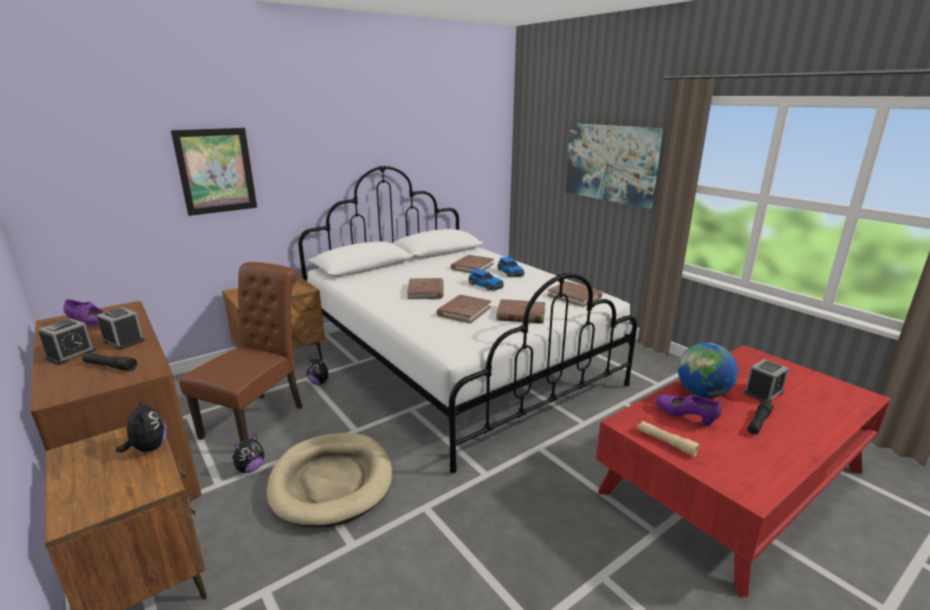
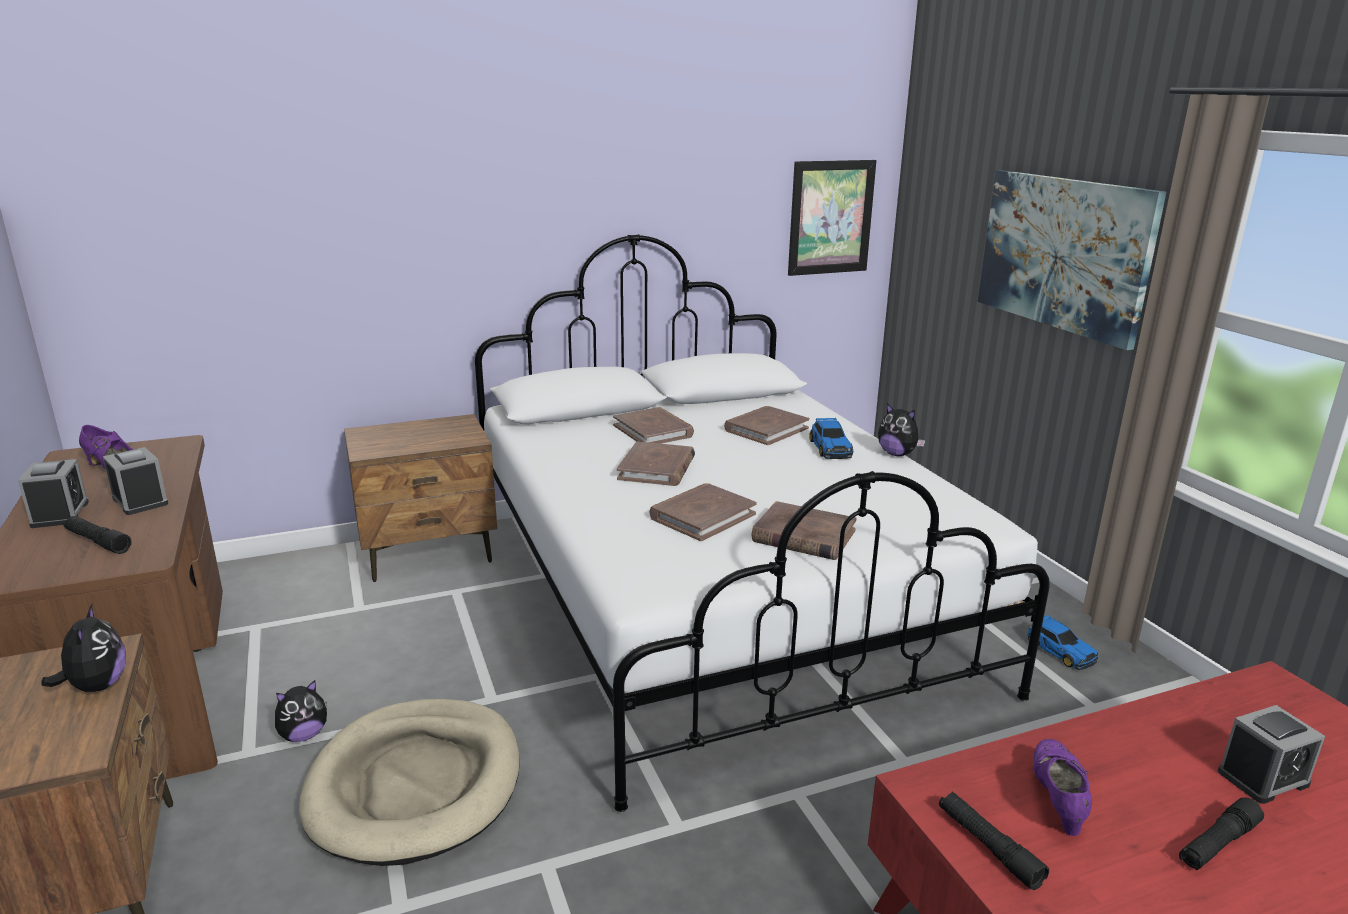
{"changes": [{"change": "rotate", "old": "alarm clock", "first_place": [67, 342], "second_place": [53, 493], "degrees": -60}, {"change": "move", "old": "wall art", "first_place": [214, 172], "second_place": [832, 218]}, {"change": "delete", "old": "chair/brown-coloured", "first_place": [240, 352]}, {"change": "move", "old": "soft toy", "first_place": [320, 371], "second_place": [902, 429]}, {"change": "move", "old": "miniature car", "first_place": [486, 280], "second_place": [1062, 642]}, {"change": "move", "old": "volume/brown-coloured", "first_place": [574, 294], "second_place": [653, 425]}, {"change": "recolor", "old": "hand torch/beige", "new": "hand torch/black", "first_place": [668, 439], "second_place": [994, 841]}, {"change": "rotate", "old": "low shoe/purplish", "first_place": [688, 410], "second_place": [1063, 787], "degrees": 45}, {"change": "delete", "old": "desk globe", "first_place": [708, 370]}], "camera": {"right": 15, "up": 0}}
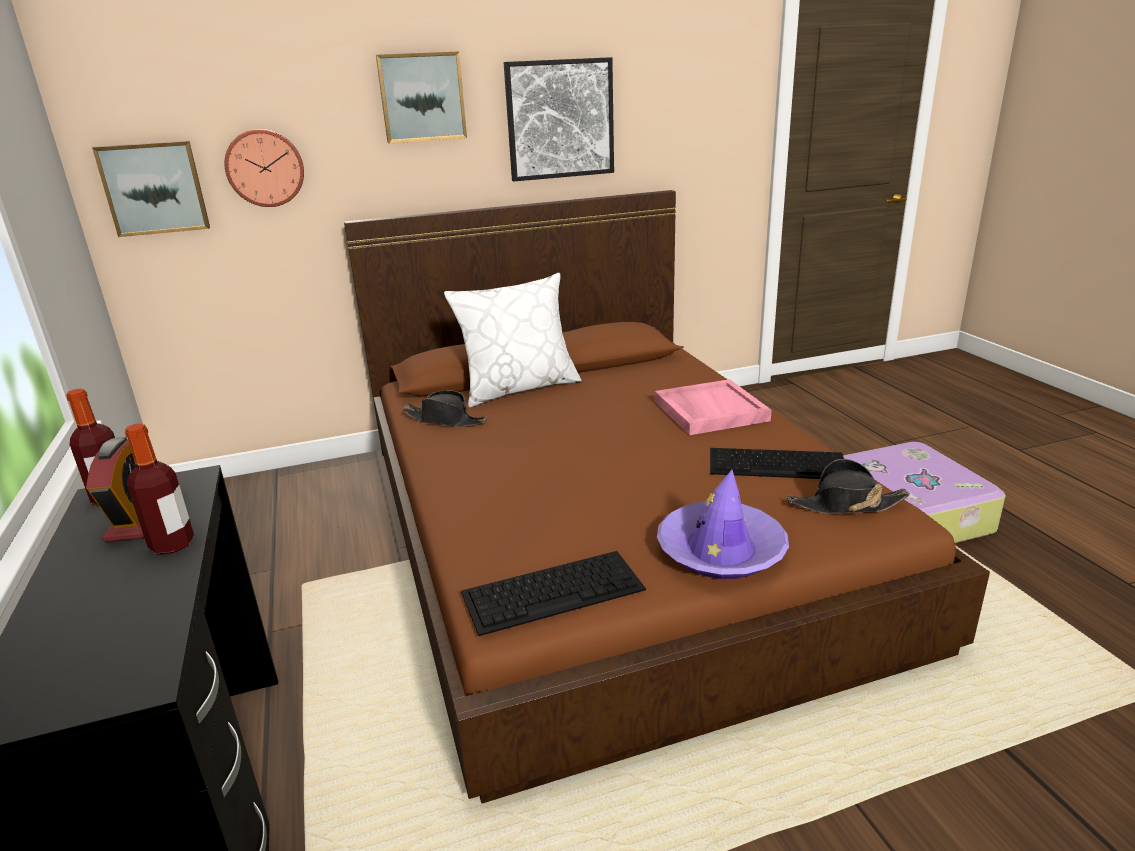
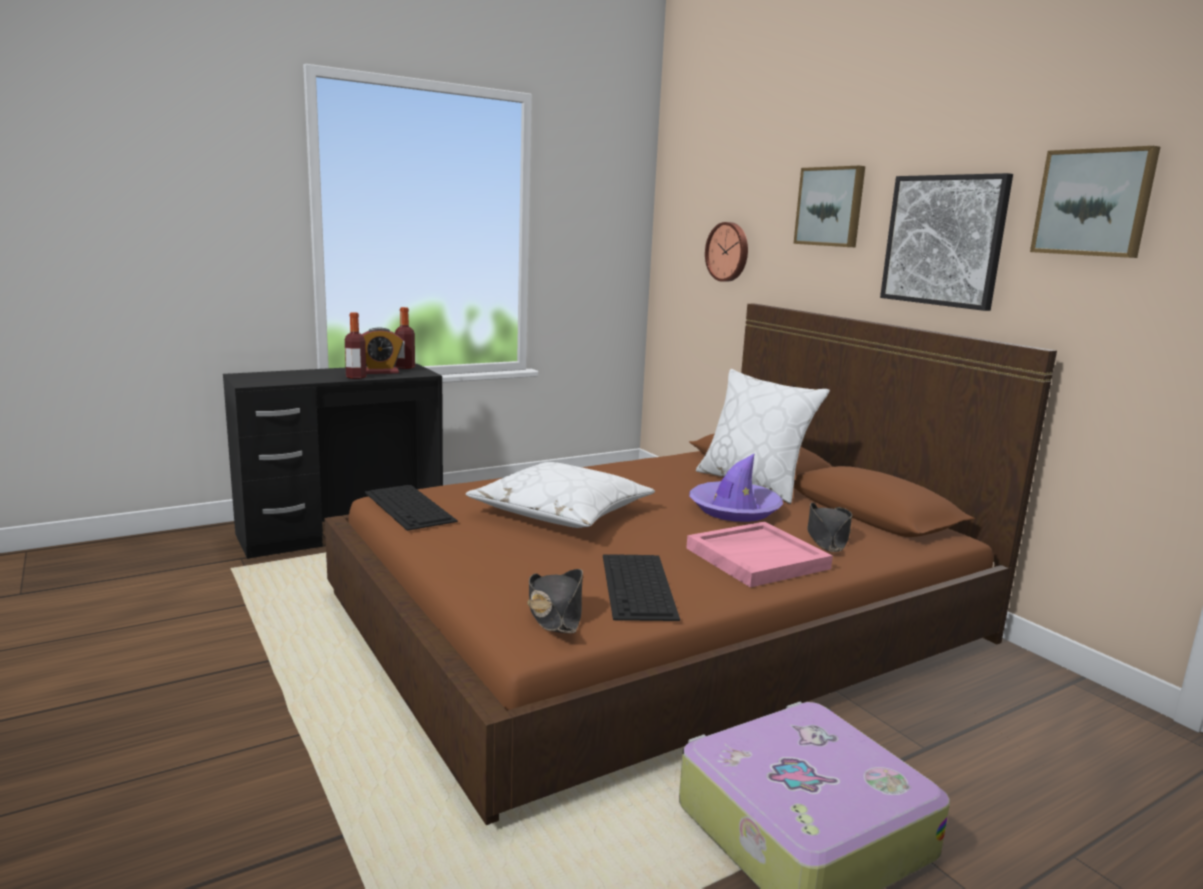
{"changes": [{"change": "move", "old": "wall art", "first_place": [151, 189], "second_place": [1095, 202]}, {"change": "move", "old": "clothing hat/black", "first_place": [444, 408], "second_place": [829, 527]}, {"change": "move", "old": "clothing hat/purplish", "first_place": [723, 524], "second_place": [736, 488]}, {"change": "insert", "new": "cushion/white", "second_place": [560, 495]}], "camera": {"right": 75, "up": -10}}
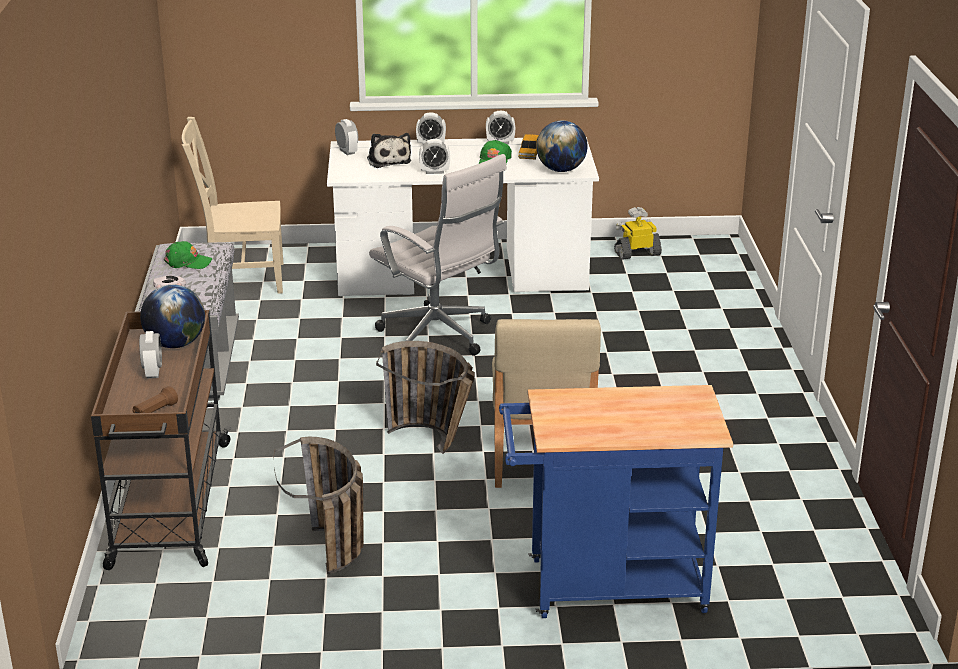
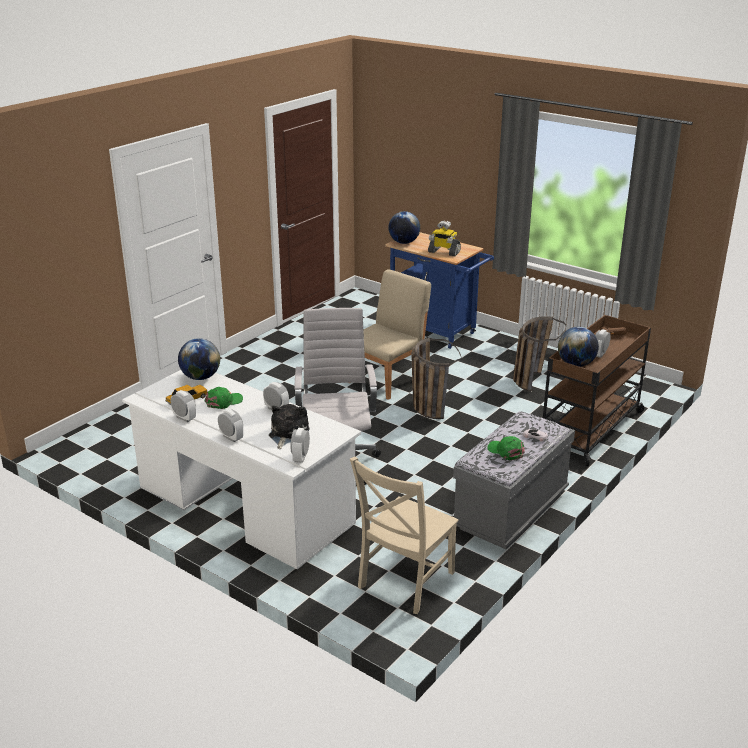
{"changes": [{"change": "rotate", "old": "chair/beige", "first_place": [232, 205], "second_place": [404, 535], "degrees": 90}, {"change": "move", "old": "toy robot", "first_place": [638, 233], "second_place": [444, 238]}, {"change": "insert", "new": "desk globe", "second_place": [404, 227]}], "camera": {"right": -140, "up": 0}}
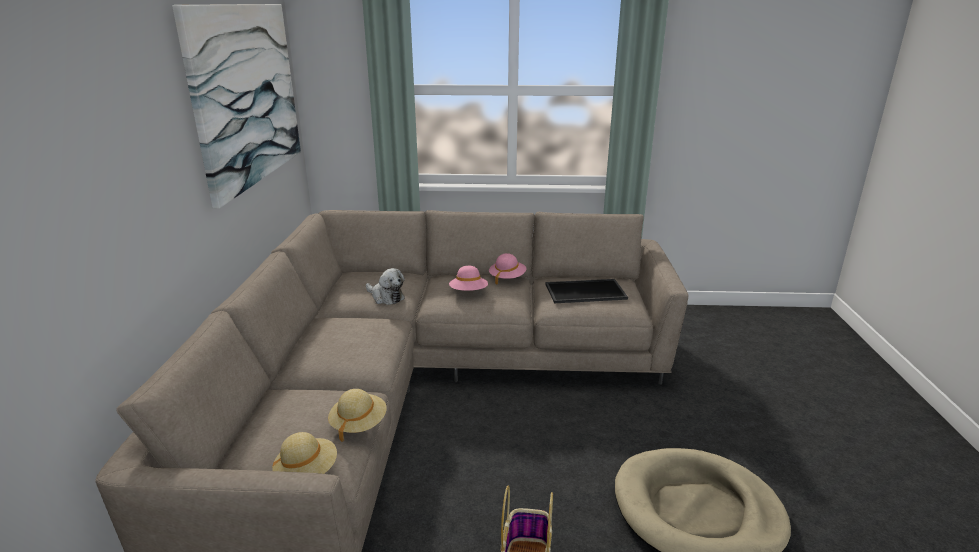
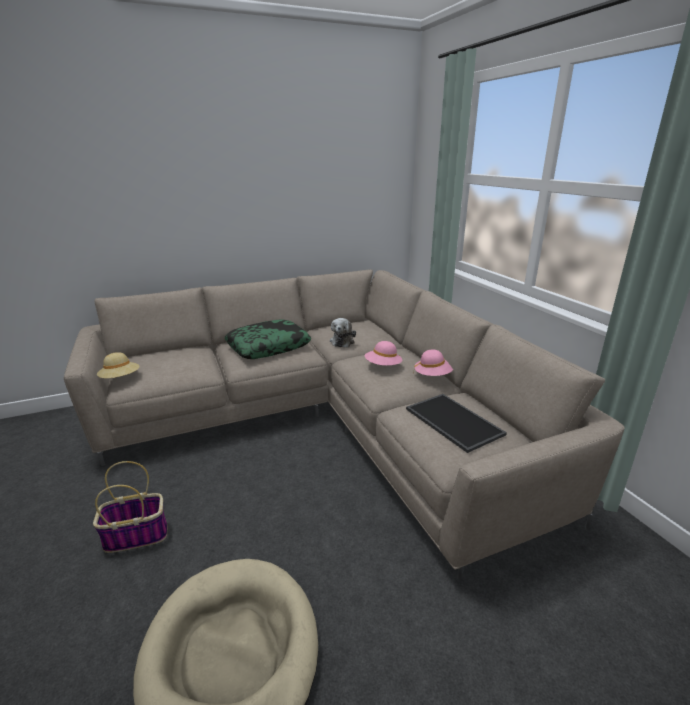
{"changes": [{"change": "delete", "old": "wall art", "first_place": [236, 106]}, {"change": "delete", "old": "clothing hat/beige", "first_place": [357, 415]}, {"change": "insert", "new": "cushion", "second_place": [268, 339]}], "camera": {"right": 65, "up": 0}}
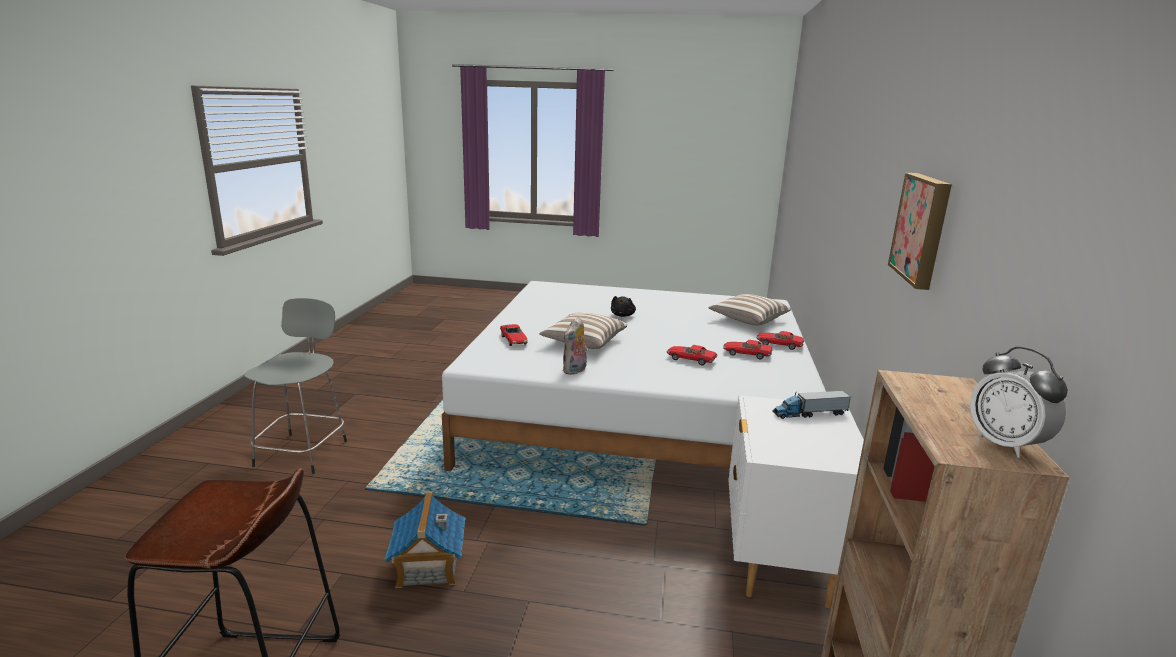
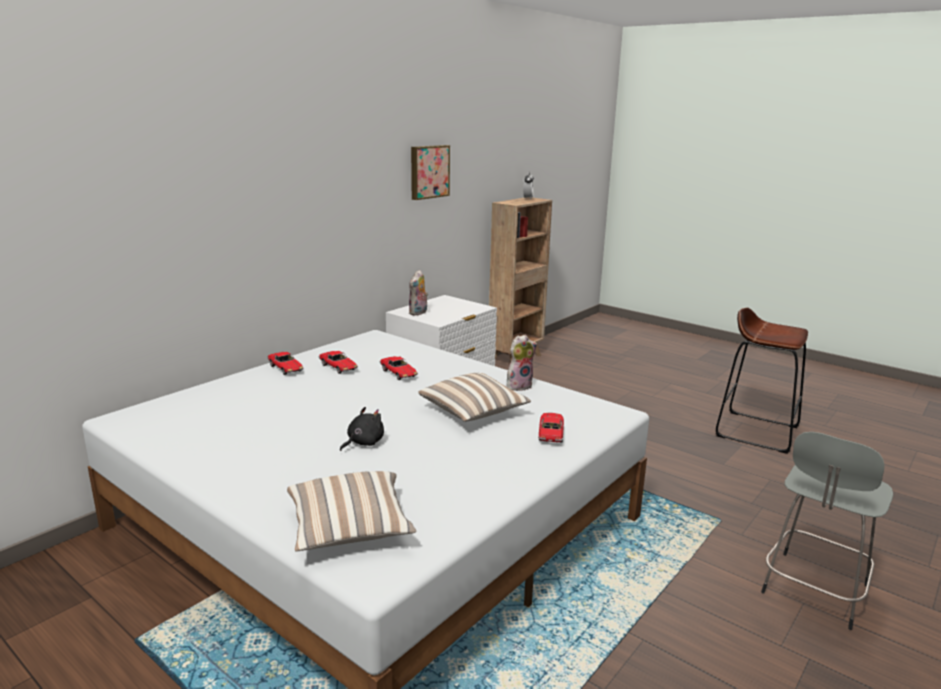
{"changes": [{"change": "delete", "old": "model house", "first_place": [425, 539]}, {"change": "move", "old": "cushion", "first_place": [749, 309], "second_place": [351, 511]}, {"change": "replace", "old": "toy truck", "new": "soft toy", "first_place": [811, 405], "second_place": [418, 293]}], "camera": {"right": -150, "up": 0}}
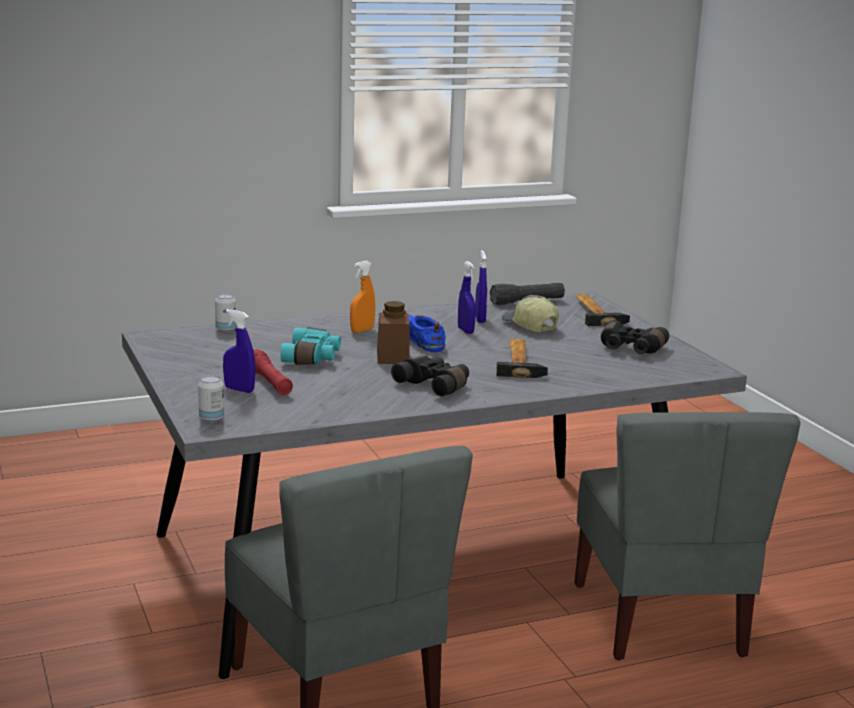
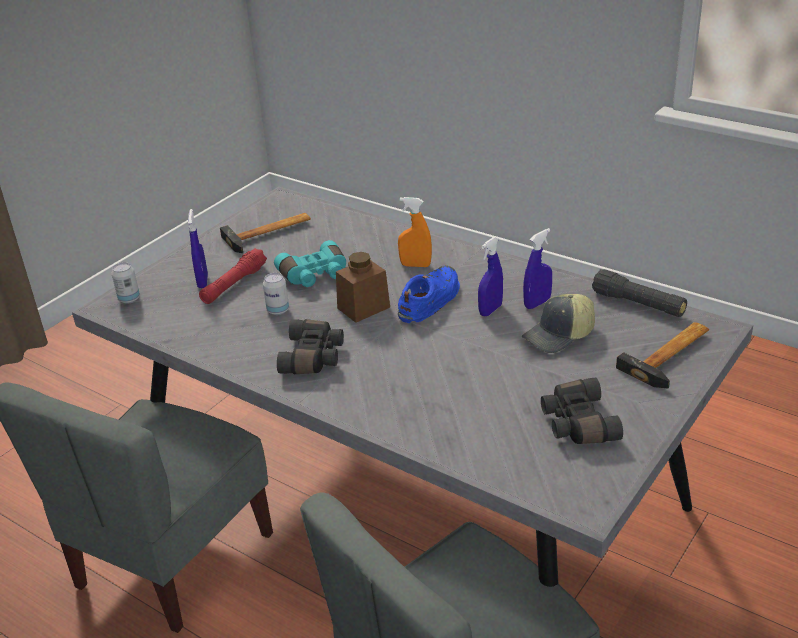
{"changes": [{"change": "move", "old": "can", "first_place": [225, 312], "second_place": [276, 294]}, {"change": "move", "old": "tool hammer", "first_place": [522, 358], "second_place": [265, 233]}, {"change": "rotate", "old": "cap", "first_place": [530, 313], "second_place": [558, 323], "degrees": -150}], "camera": {"right": 60, "up": 15}}
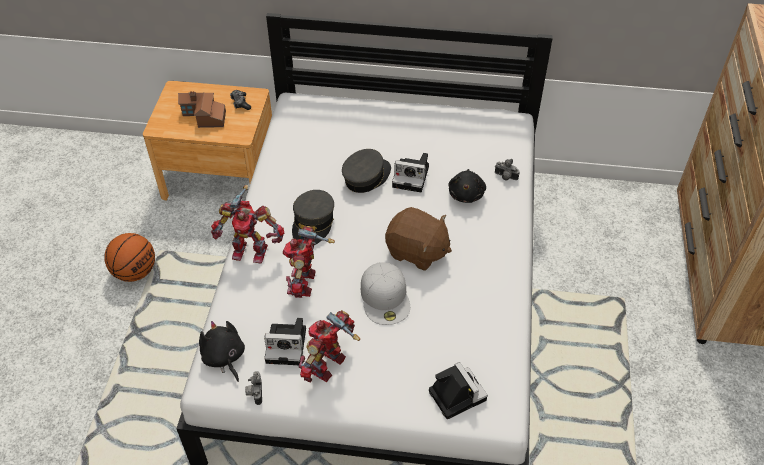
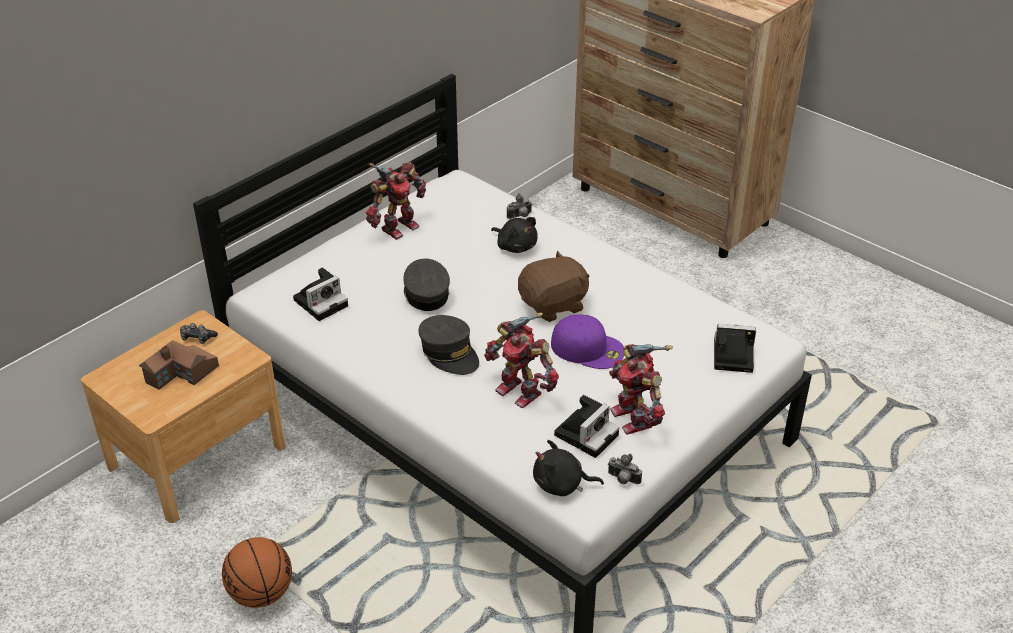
{"changes": [{"change": "move", "old": "toy robot", "first_place": [247, 224], "second_place": [396, 201]}, {"change": "recolor", "old": "cap/white", "new": "cap/purplish", "first_place": [385, 293], "second_place": [587, 341]}, {"change": "move", "old": "still camera", "first_place": [410, 172], "second_place": [320, 294]}], "camera": {"right": -55, "up": -10}}
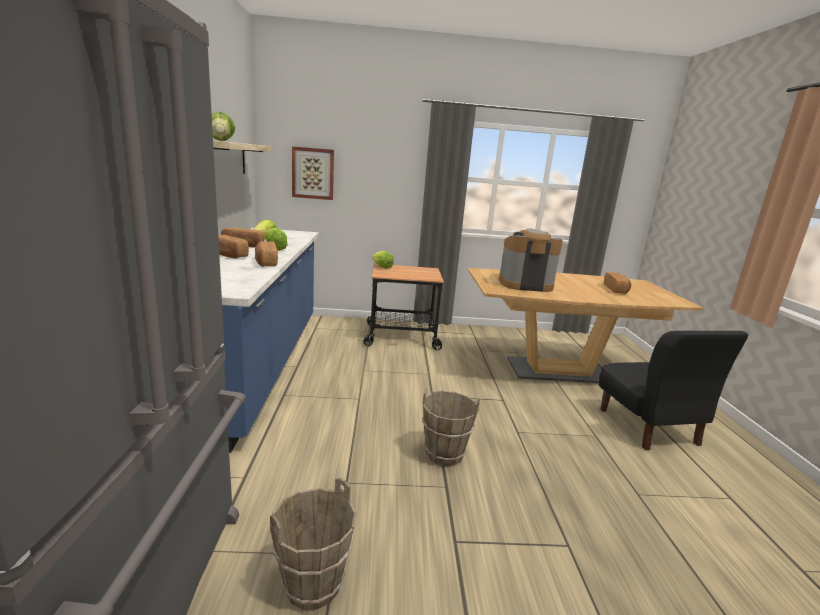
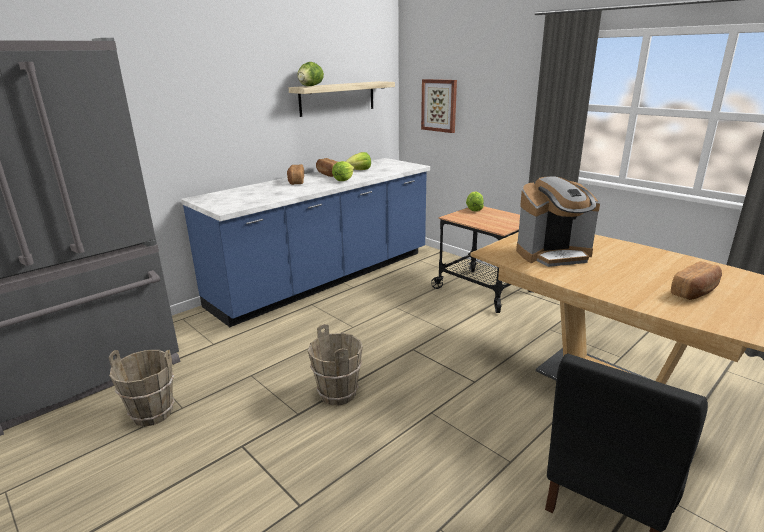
{"changes": [{"change": "delete", "old": "baked bread", "first_place": [266, 254]}, {"change": "rotate", "old": "coffee maker", "first_place": [531, 260], "second_place": [558, 221], "degrees": 120}], "camera": {"right": 50, "up": 5}}
